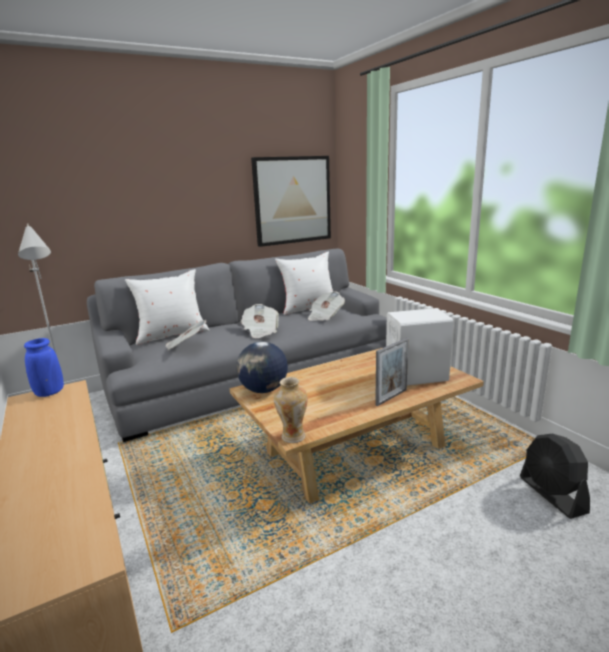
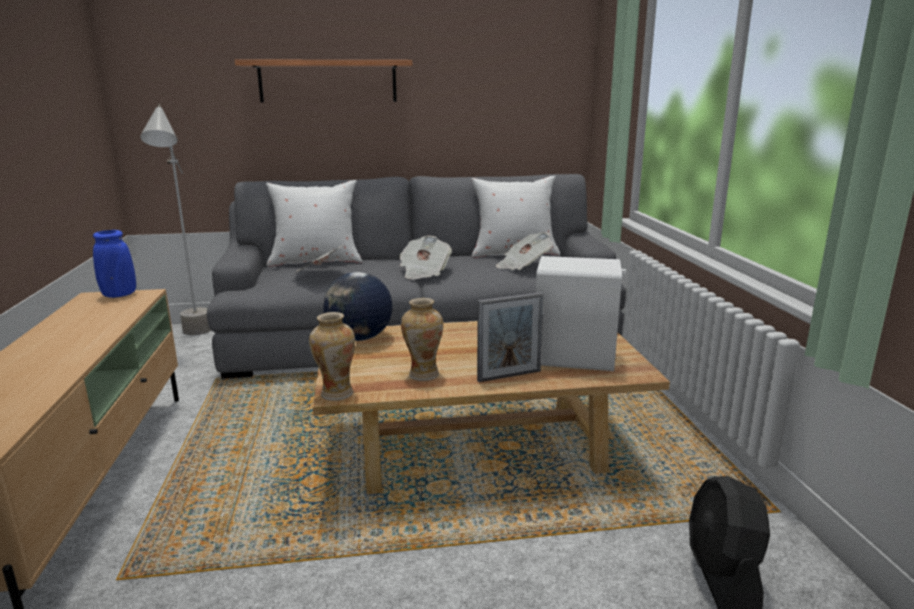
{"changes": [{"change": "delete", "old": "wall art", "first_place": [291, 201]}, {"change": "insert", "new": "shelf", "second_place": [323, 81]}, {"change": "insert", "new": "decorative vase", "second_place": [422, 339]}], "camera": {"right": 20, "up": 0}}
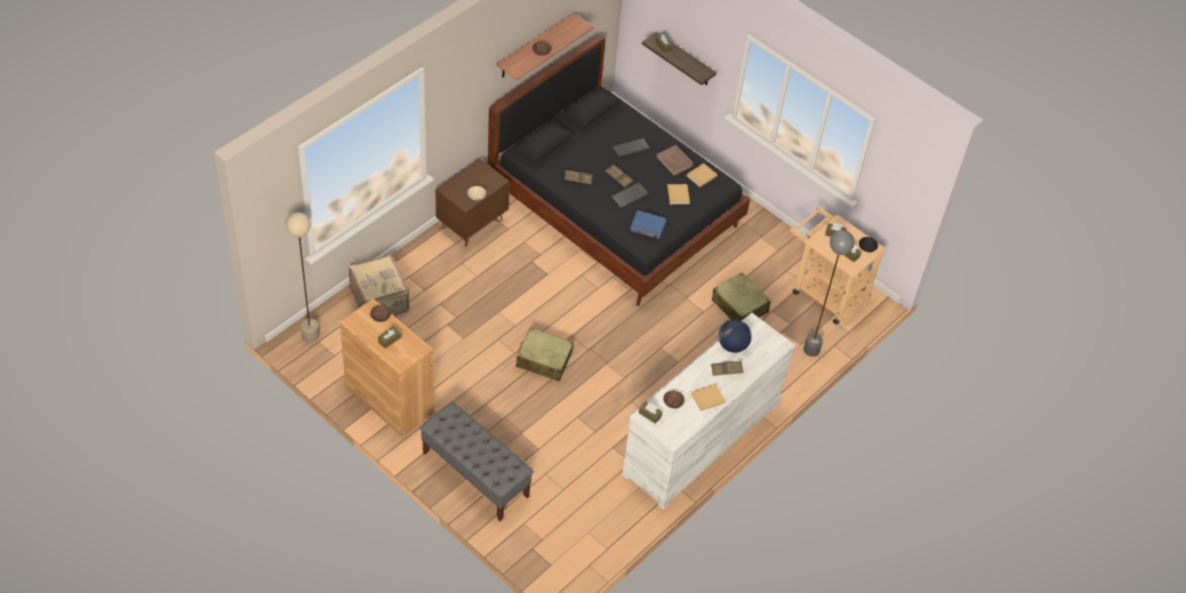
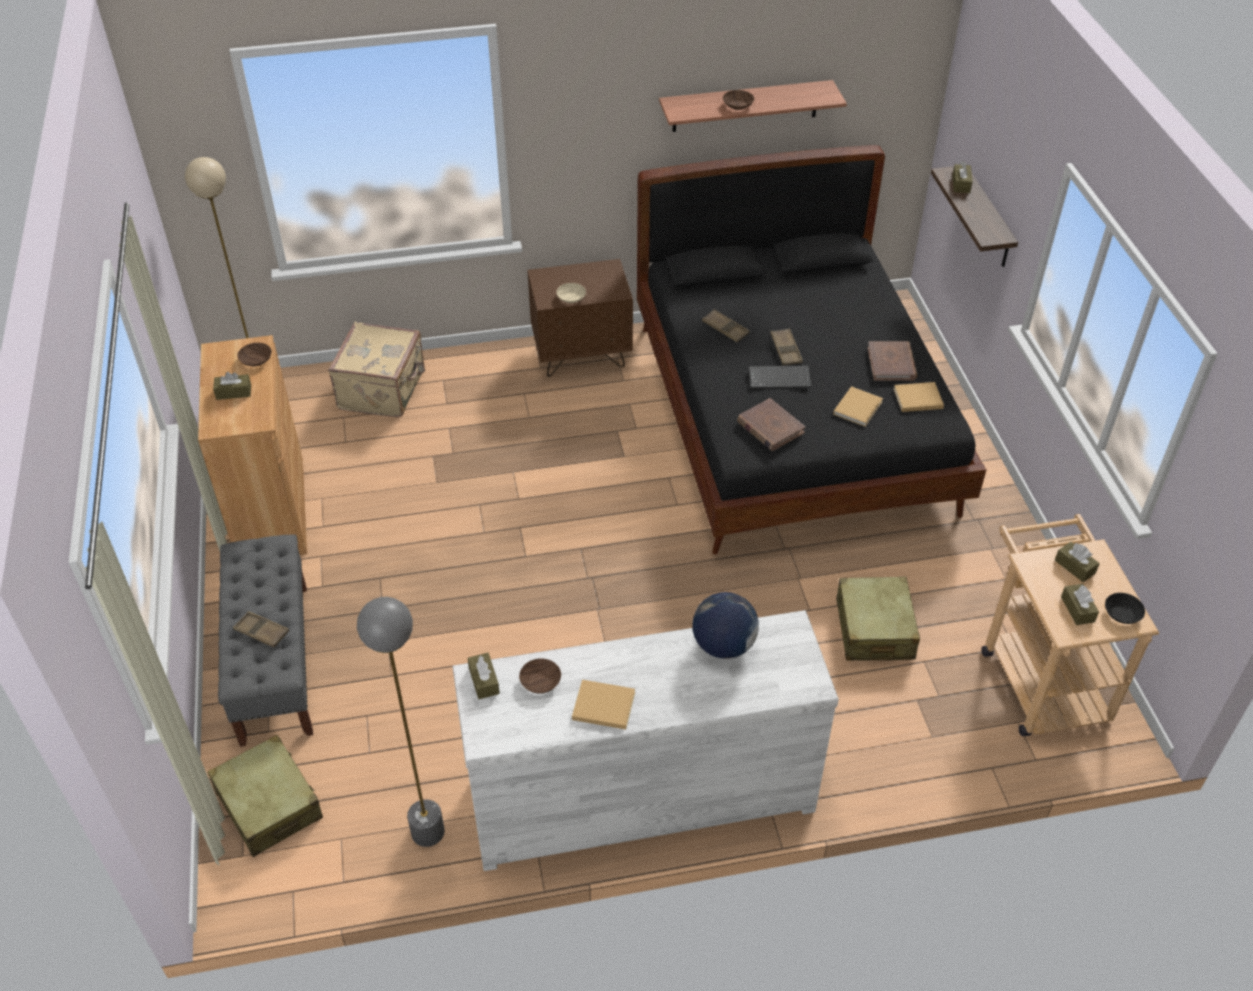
{"changes": [{"change": "move", "old": "suitcase/beige", "first_place": [545, 354], "second_place": [265, 796]}, {"change": "delete", "old": "PC keyboard", "first_place": [631, 147]}, {"change": "recolor", "old": "volume/bluish", "new": "volume/brown-coloured", "first_place": [648, 224], "second_place": [771, 424]}, {"change": "move", "old": "tray/brown-coloured", "first_place": [727, 368], "second_place": [261, 629]}, {"change": "move", "old": "standing lamp/greyish", "first_place": [829, 293], "second_place": [401, 722]}], "camera": {"right": 40, "up": -5}}
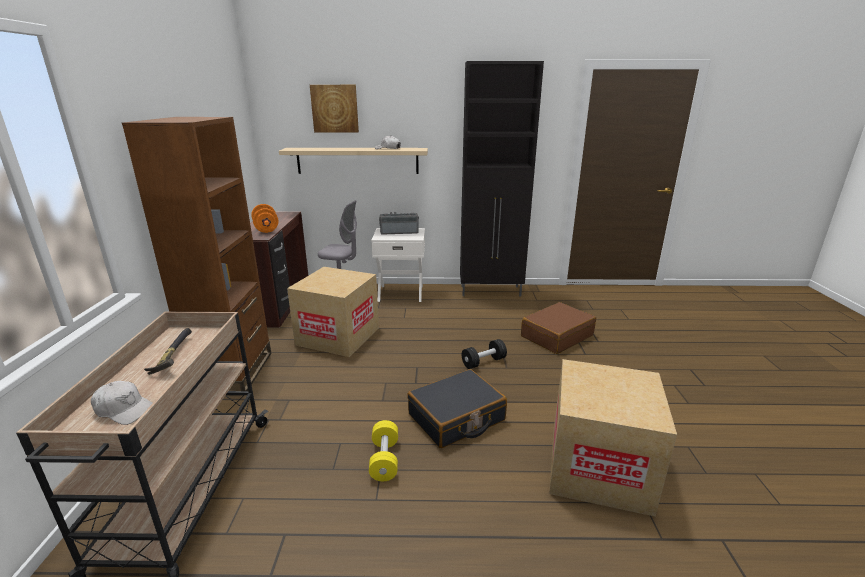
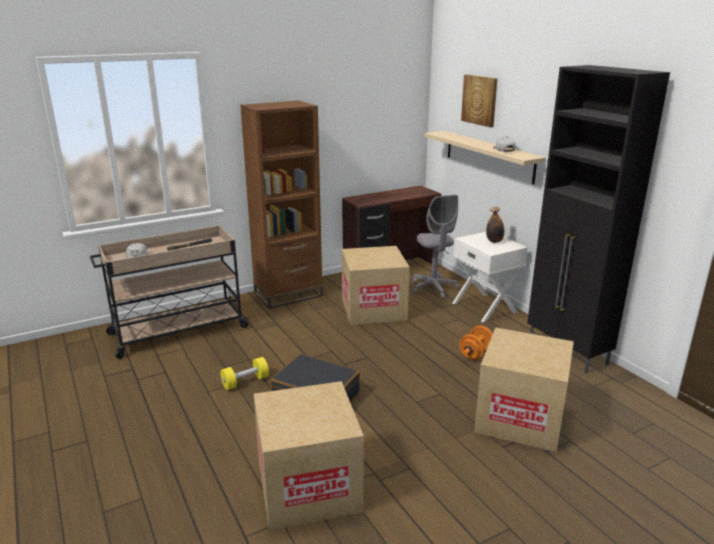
{"changes": [{"change": "move", "old": "dumbbell/orangey", "first_place": [264, 218], "second_place": [476, 343]}, {"change": "replace", "old": "radio", "new": "bottle", "first_place": [399, 223], "second_place": [495, 225]}, {"change": "delete", "old": "dumbbell/black", "first_place": [484, 354]}, {"change": "replace", "old": "suitcase/brown-coloured", "new": "carton", "first_place": [558, 328], "second_place": [524, 389]}], "camera": {"right": 60, "up": 0}}
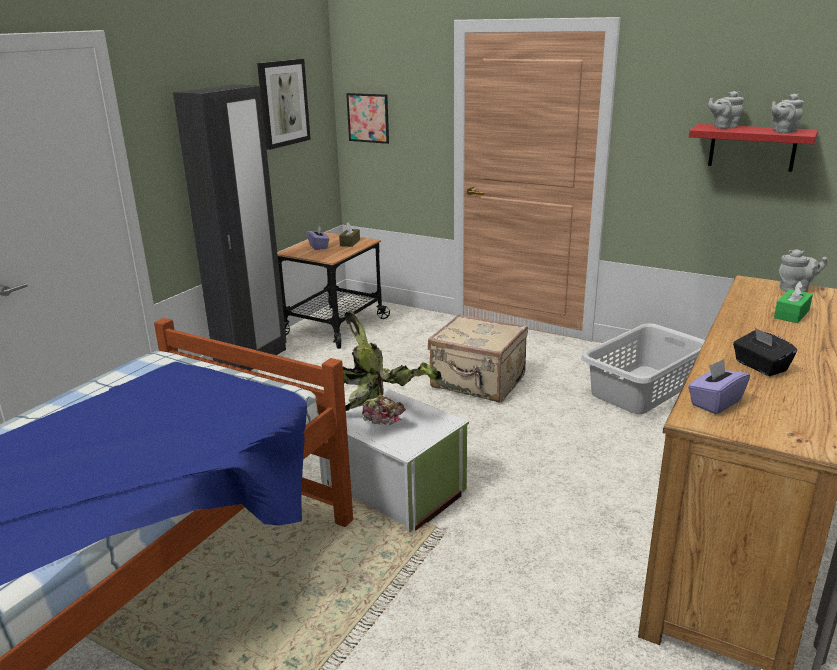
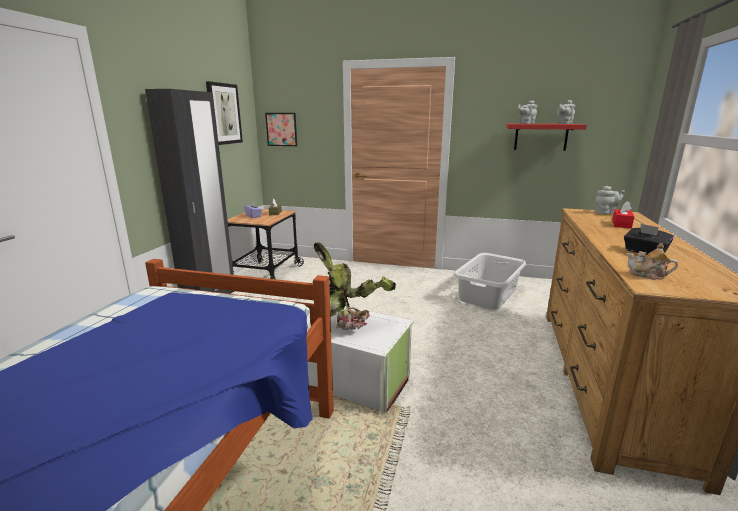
{"changes": [{"change": "delete", "old": "suitcase/beige", "first_place": [478, 358]}, {"change": "replace", "old": "box of tissues/purplish", "new": "teapot", "first_place": [719, 386], "second_place": [652, 261]}, {"change": "recolor", "old": "box of tissues/green-coloured", "new": "box of tissues/red", "first_place": [793, 302], "second_place": [623, 215]}], "camera": {"right": -15, "up": -5}}
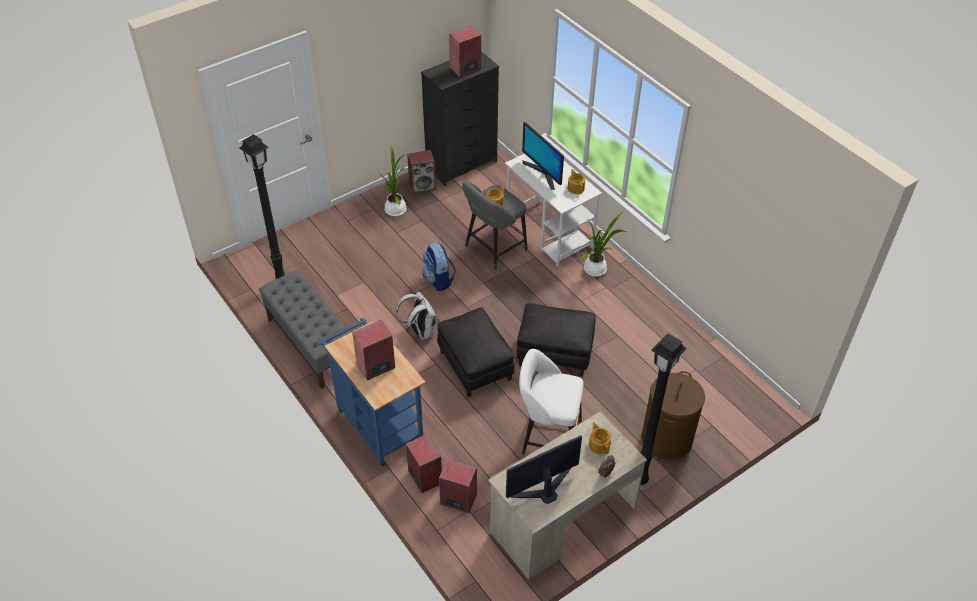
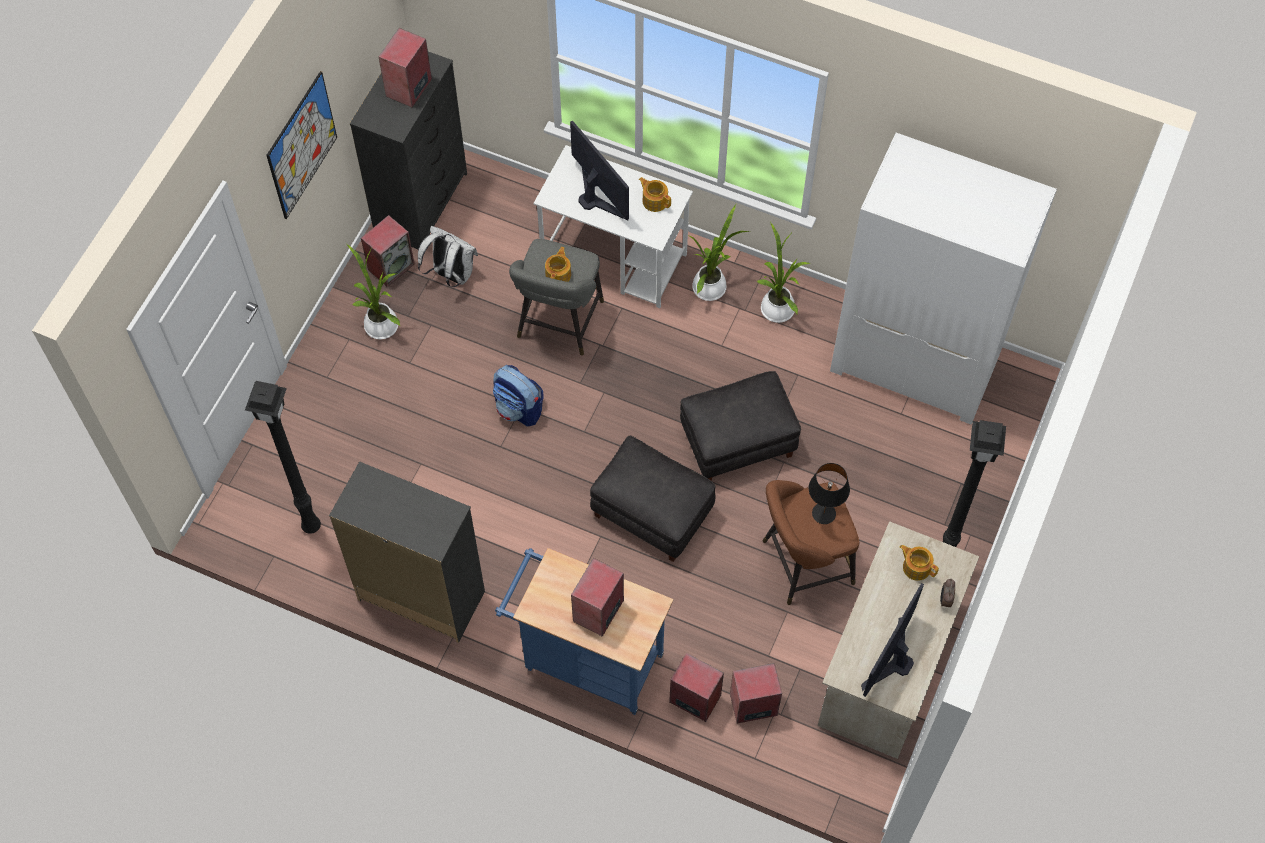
{"changes": [{"change": "replace", "old": "bench/greyish", "new": "drawer chest/black", "first_place": [304, 329], "second_place": [407, 552]}, {"change": "move", "old": "rucksack/white", "first_place": [417, 315], "second_place": [448, 256]}, {"change": "recolor", "old": "stool seat/white", "new": "stool seat/brown-coloured", "first_place": [551, 402], "second_place": [811, 542]}, {"change": "rotate", "old": "monitor", "first_place": [543, 156], "second_place": [599, 170], "degrees": -150}, {"change": "delete", "old": "laundry basket/brown-coloured", "first_place": [673, 415]}, {"change": "insert", "new": "wall art", "second_place": [301, 145]}, {"change": "insert", "new": "plant in a pot", "second_place": [783, 272]}, {"change": "insert", "new": "tabletop lamp/black", "second_place": [829, 493]}, {"change": "insert", "new": "armoire/white", "second_place": [943, 278]}], "camera": {"right": -30, "up": 15}}
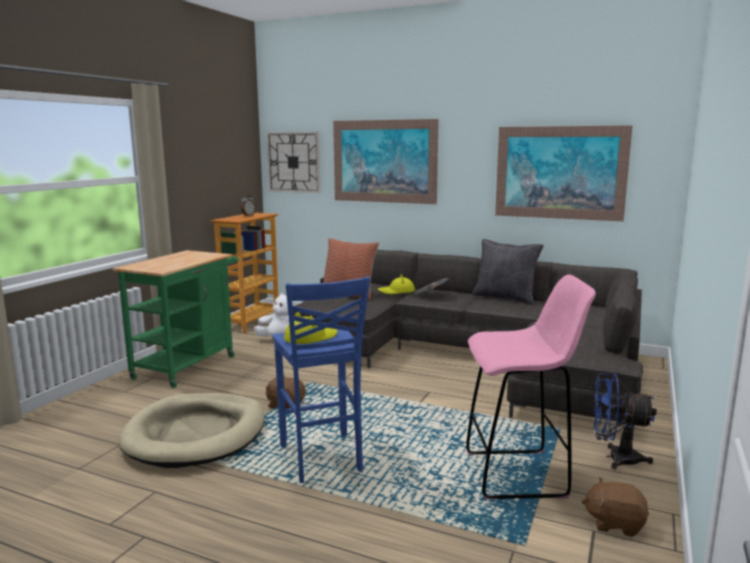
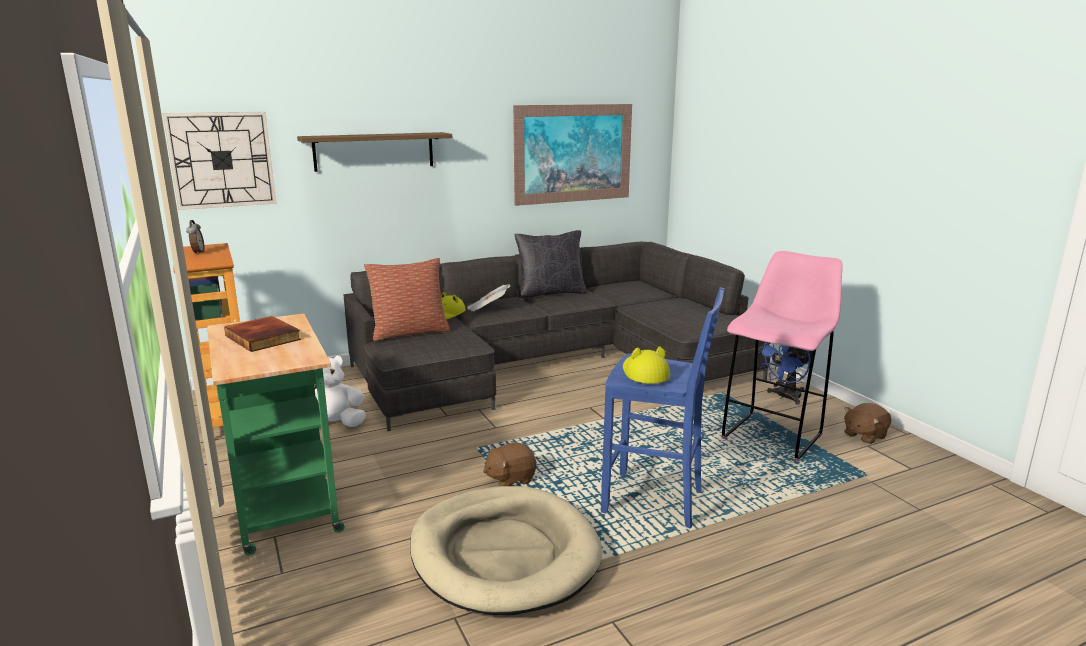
{"changes": [{"change": "replace", "old": "wall art", "new": "shelf", "first_place": [386, 161], "second_place": [374, 152]}, {"change": "insert", "new": "volume", "second_place": [262, 334]}], "camera": {"right": -50, "up": 5}}
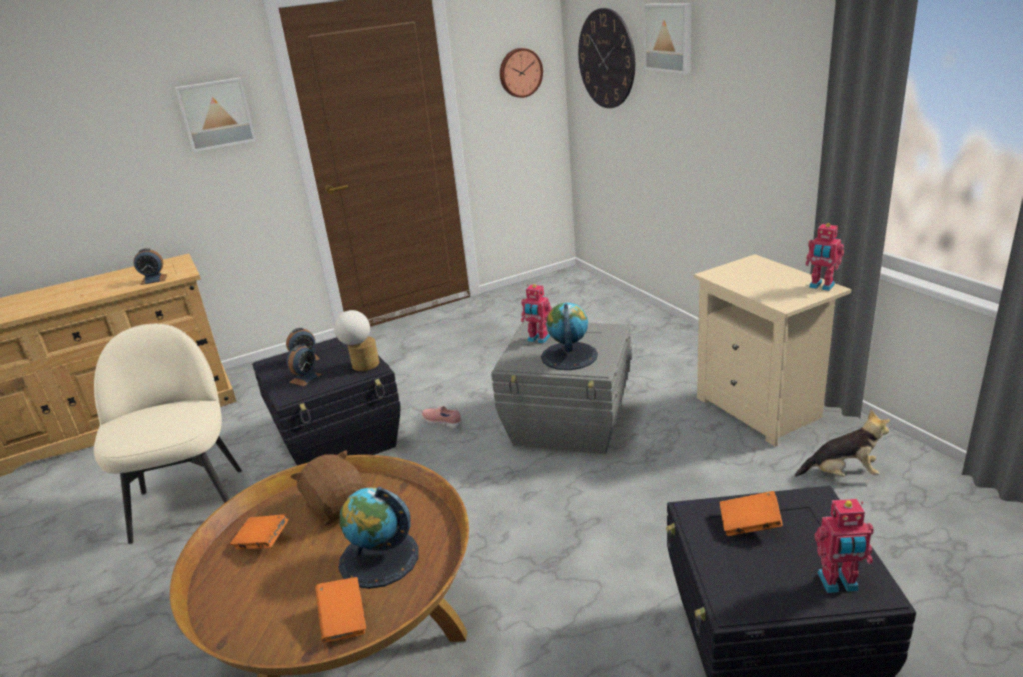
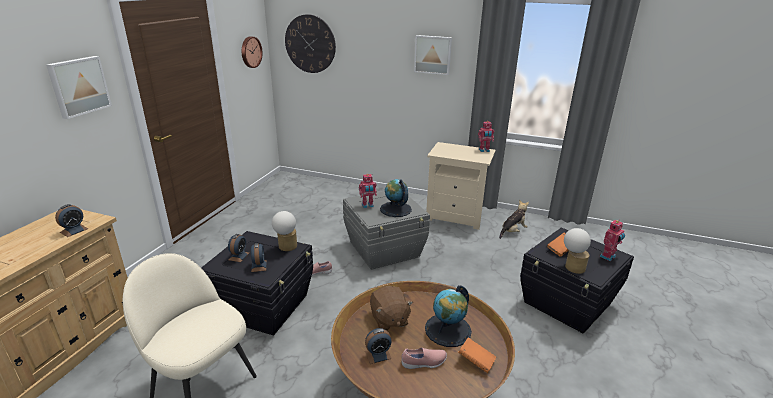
{"changes": [{"change": "replace", "old": "volume/orangey", "new": "alarm clock", "first_place": [259, 532], "second_place": [378, 346]}, {"change": "rotate", "old": "soft toy/brown-coloured", "first_place": [328, 488], "second_place": [391, 308], "degrees": -120}, {"change": "move", "old": "wall art", "first_place": [668, 39], "second_place": [433, 55]}, {"change": "insert", "new": "low shoe/pinkish", "second_place": [424, 358]}, {"change": "insert", "new": "tabletop lamp", "second_place": [577, 251]}], "camera": {"right": -45, "up": 0}}
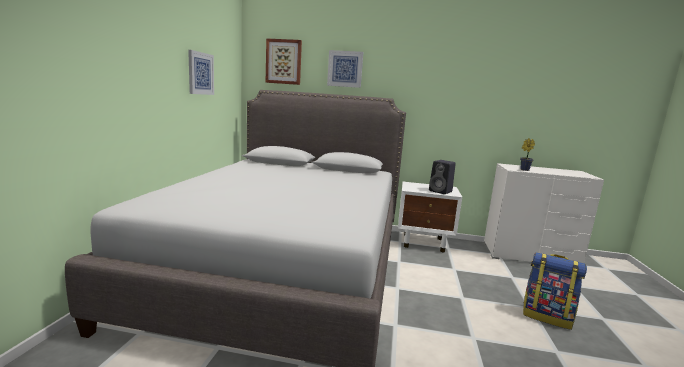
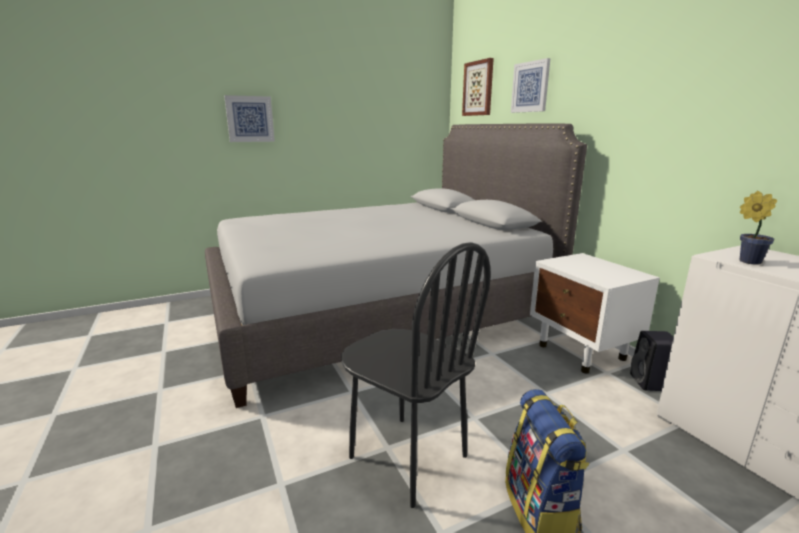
{"changes": [{"change": "move", "old": "wall art", "first_place": [201, 72], "second_place": [249, 118]}, {"change": "move", "old": "audio speaker/black", "first_place": [442, 177], "second_place": [652, 361]}, {"change": "insert", "new": "chair/black", "second_place": [416, 375]}], "camera": {"right": 55, "up": 5}}
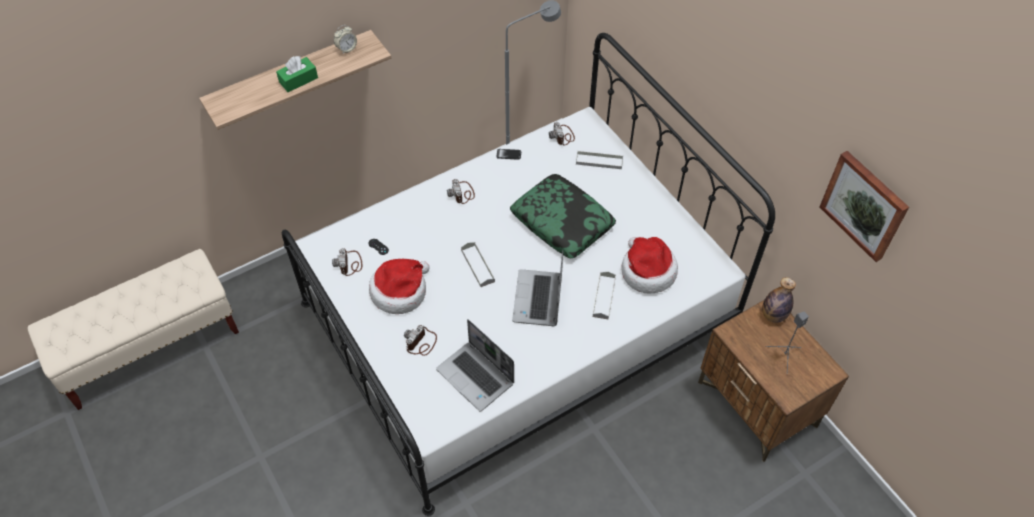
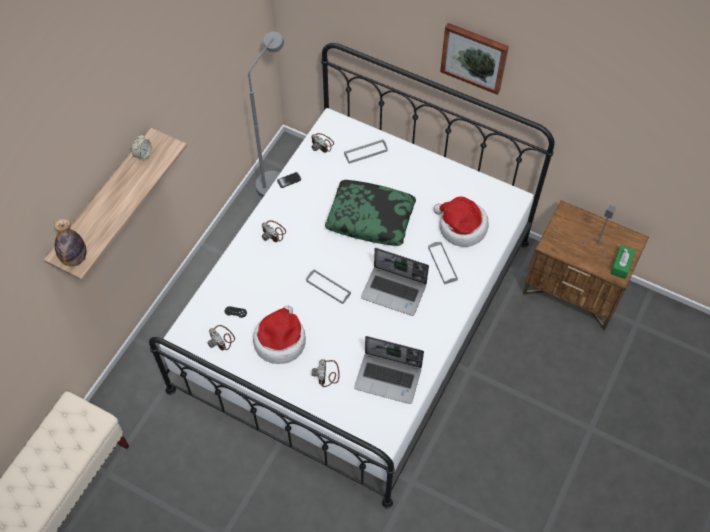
{"changes": [{"change": "move", "old": "box of tissues/green-coloured", "first_place": [297, 74], "second_place": [623, 262]}, {"change": "rotate", "old": "laptop", "first_place": [537, 288], "second_place": [395, 282], "degrees": -45}, {"change": "move", "old": "bottle", "first_place": [779, 300], "second_place": [70, 242]}, {"change": "move", "old": "wall art", "first_place": [864, 206], "second_place": [474, 59]}], "camera": {"right": -30, "up": 5}}
